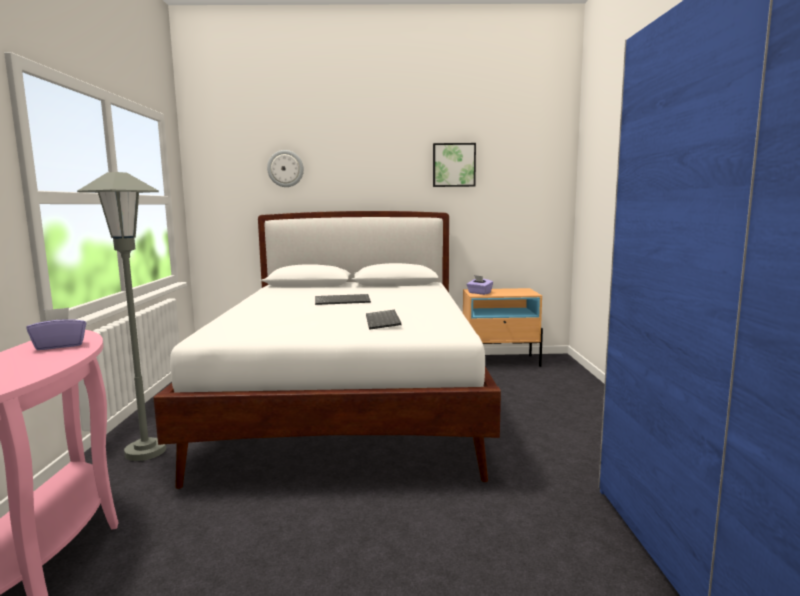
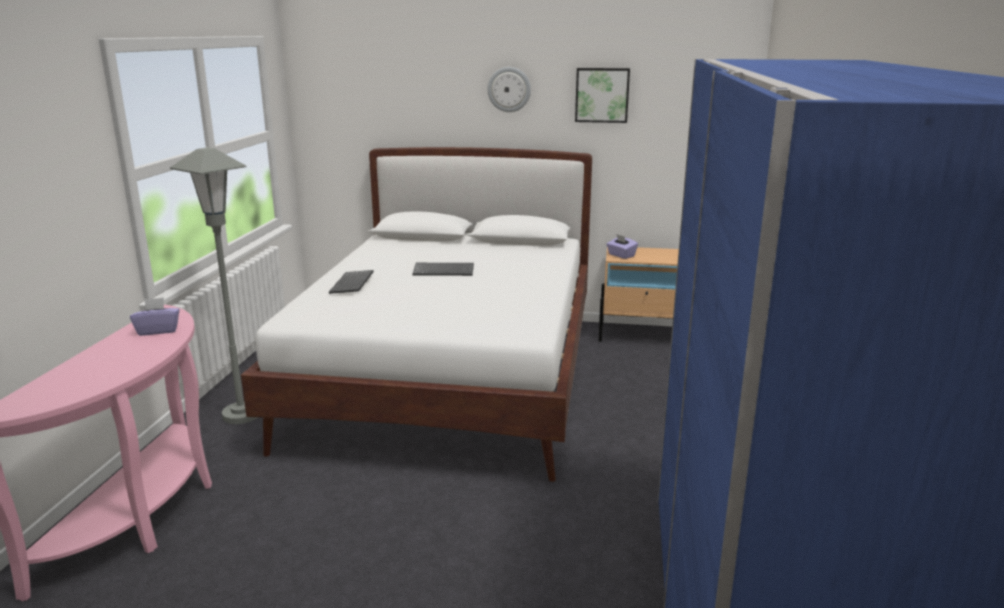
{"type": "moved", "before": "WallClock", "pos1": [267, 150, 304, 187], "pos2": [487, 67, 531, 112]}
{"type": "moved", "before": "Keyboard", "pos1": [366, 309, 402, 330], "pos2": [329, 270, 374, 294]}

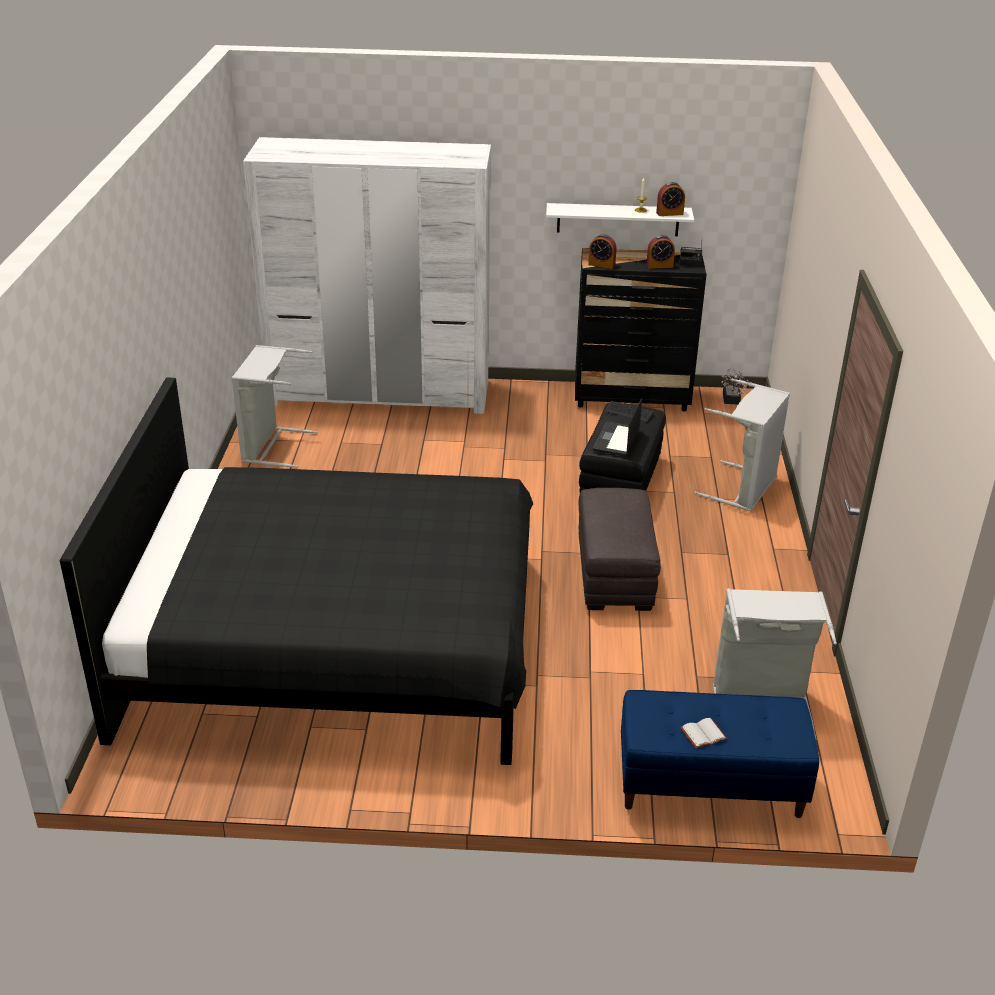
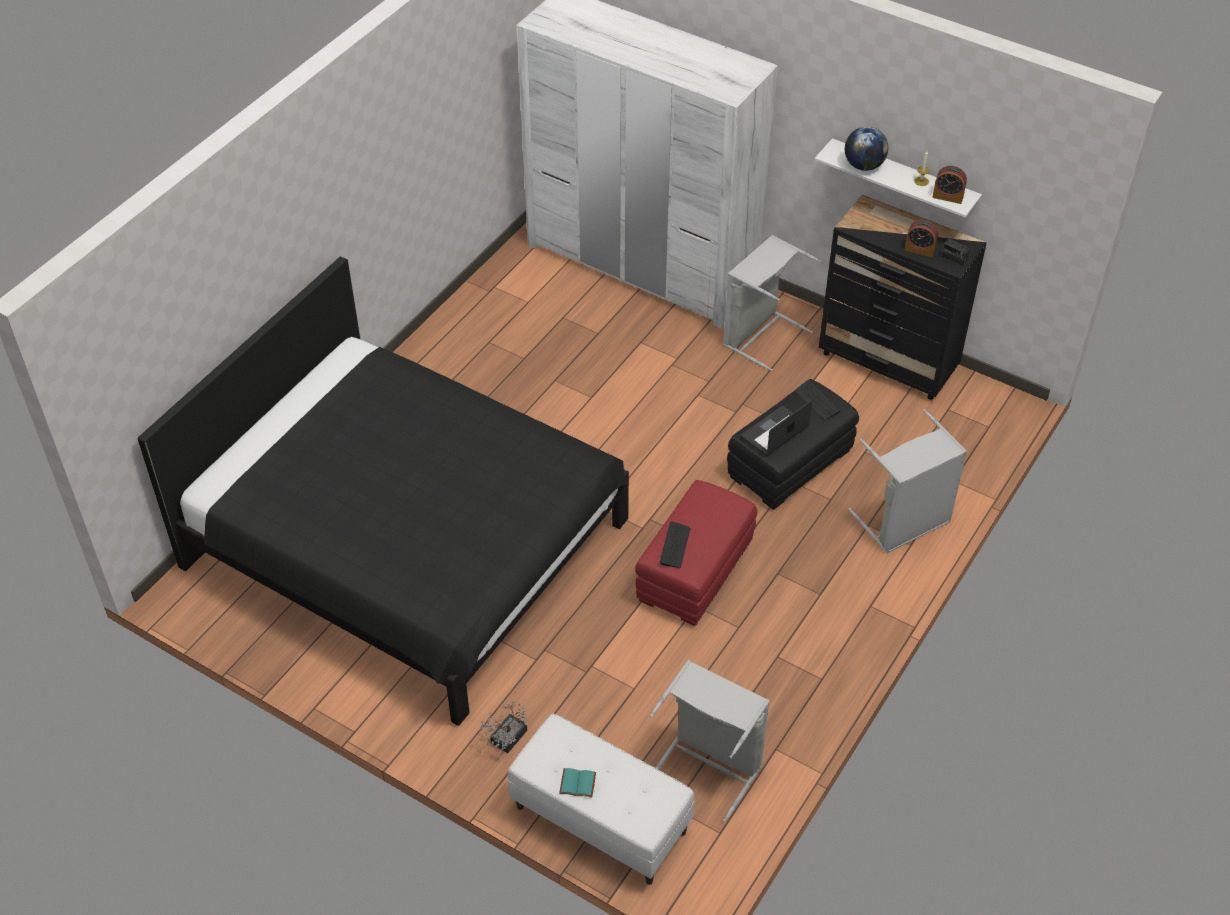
{"type": "removed", "before": "AlarmClock", "pos1": [588, 234, 617, 269]}
{"type": "moved", "before": "GreyLaundryBasket", "pos1": [232, 345, 318, 468], "pos2": [723, 235, 822, 371]}
{"type": "moved", "before": "PottedPlant", "pos1": [721, 368, 749, 405], "pos2": [480, 701, 527, 753]}
{"type": "recoloured", "before": "GreyOttoman", "after": "RedOttoman", "pos1": [579, 488, 661, 611], "pos2": [635, 480, 757, 626]}
{"type": "recoloured", "before": "BlueBench", "after": "WhiteBench", "pos1": [621, 690, 819, 818], "pos2": [508, 714, 694, 885]}
{"type": "recoloured", "before": "WhiteBook", "after": "TurquoiseBook", "pos1": [680, 718, 727, 749], "pos2": [559, 768, 596, 798]}
{"type": "added", "after": "Globe", "pos2": [845, 127, 888, 171]}
{"type": "added", "after": "Keyboard", "pos2": [660, 521, 690, 568]}

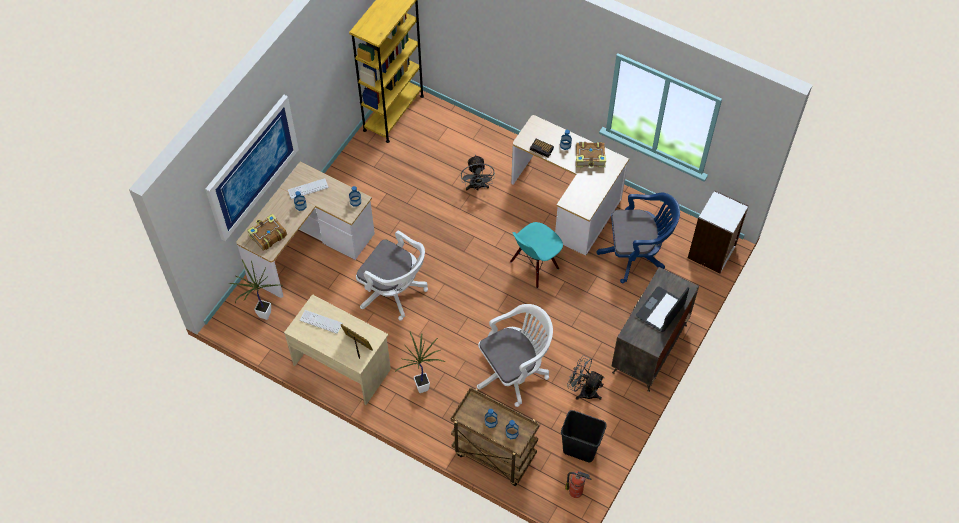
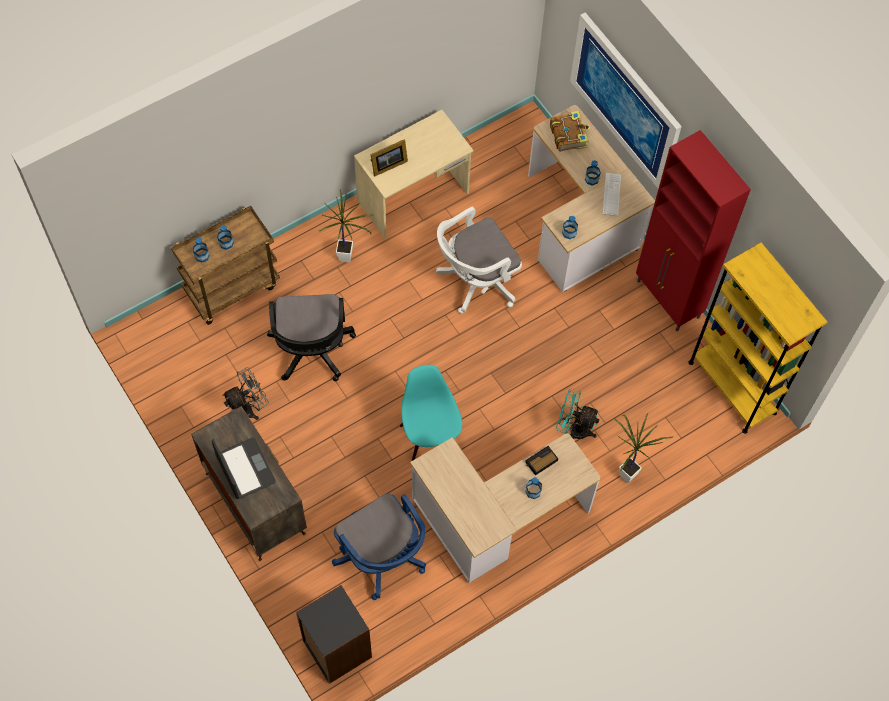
{"type": "removed", "before": "Book", "pos1": [576, 142, 606, 168]}
{"type": "recoloured", "before": "GreyFan", "after": "TurquoiseFan", "pos1": [461, 155, 495, 191], "pos2": [556, 389, 600, 439]}
{"type": "recoloured", "before": "WhiteBookcase", "after": "BlackBookcase", "pos1": [688, 190, 749, 273], "pos2": [296, 585, 372, 684]}
{"type": "turned", "before": "BlueOfficeChair", "pos1": [596, 193, 680, 283], "pos2": [332, 494, 426, 600], "turn": -60}
{"type": "moved", "before": "PottedPlant", "pos1": [229, 260, 283, 320], "pos2": [614, 413, 674, 483]}
{"type": "recoloured", "before": "WhiteOfficeChair", "after": "BlackOfficeChair", "pos1": [477, 304, 553, 407], "pos2": [267, 294, 356, 381]}
{"type": "removed", "before": "Keyboard", "pos1": [300, 310, 343, 334]}
{"type": "removed", "before": "BlackTrashCan", "pos1": [561, 410, 606, 462]}
{"type": "removed", "before": "FireExtinguisher", "pos1": [565, 471, 591, 498]}
{"type": "added", "after": "RedCabinet", "pos2": [636, 130, 751, 331]}

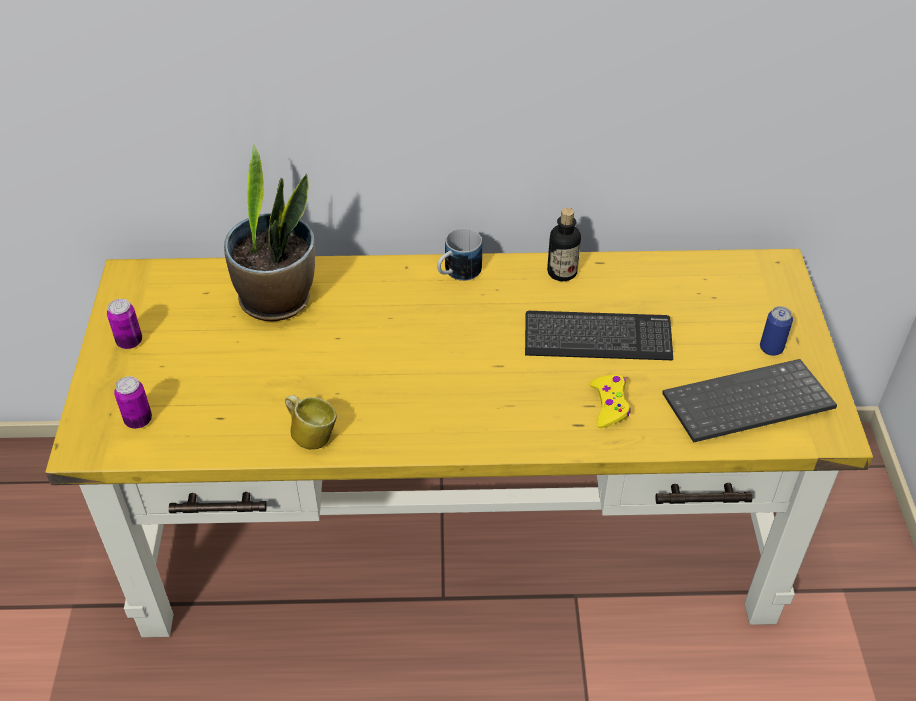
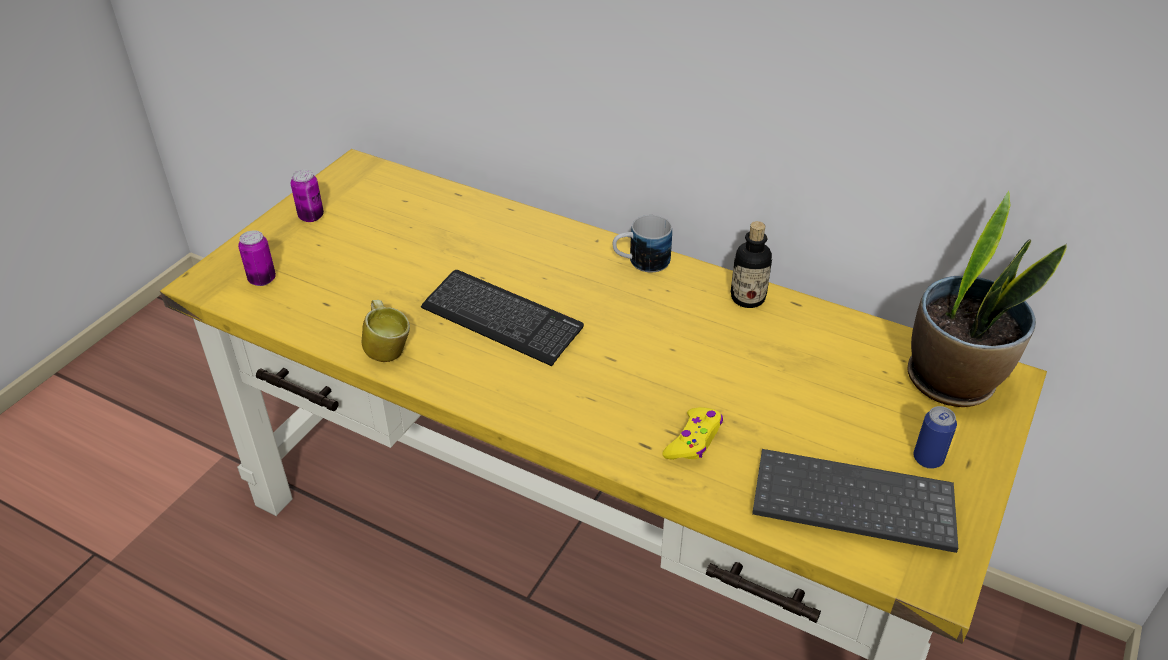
{"type": "moved", "before": "PottedPlant", "pos1": [224, 145, 315, 321], "pos2": [907, 191, 1067, 407]}
{"type": "moved", "before": "Keyboard", "pos1": [525, 311, 673, 360], "pos2": [421, 270, 584, 366]}

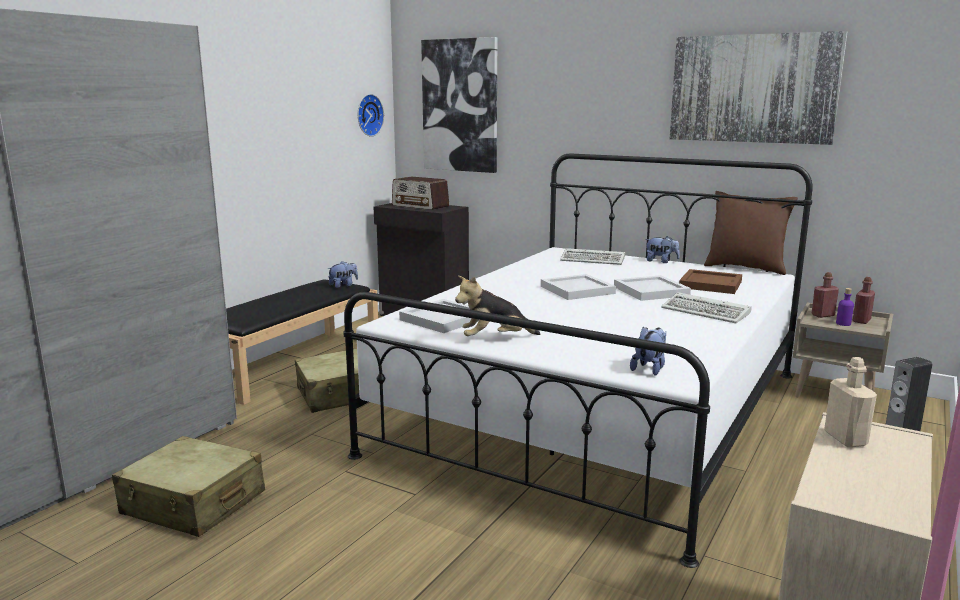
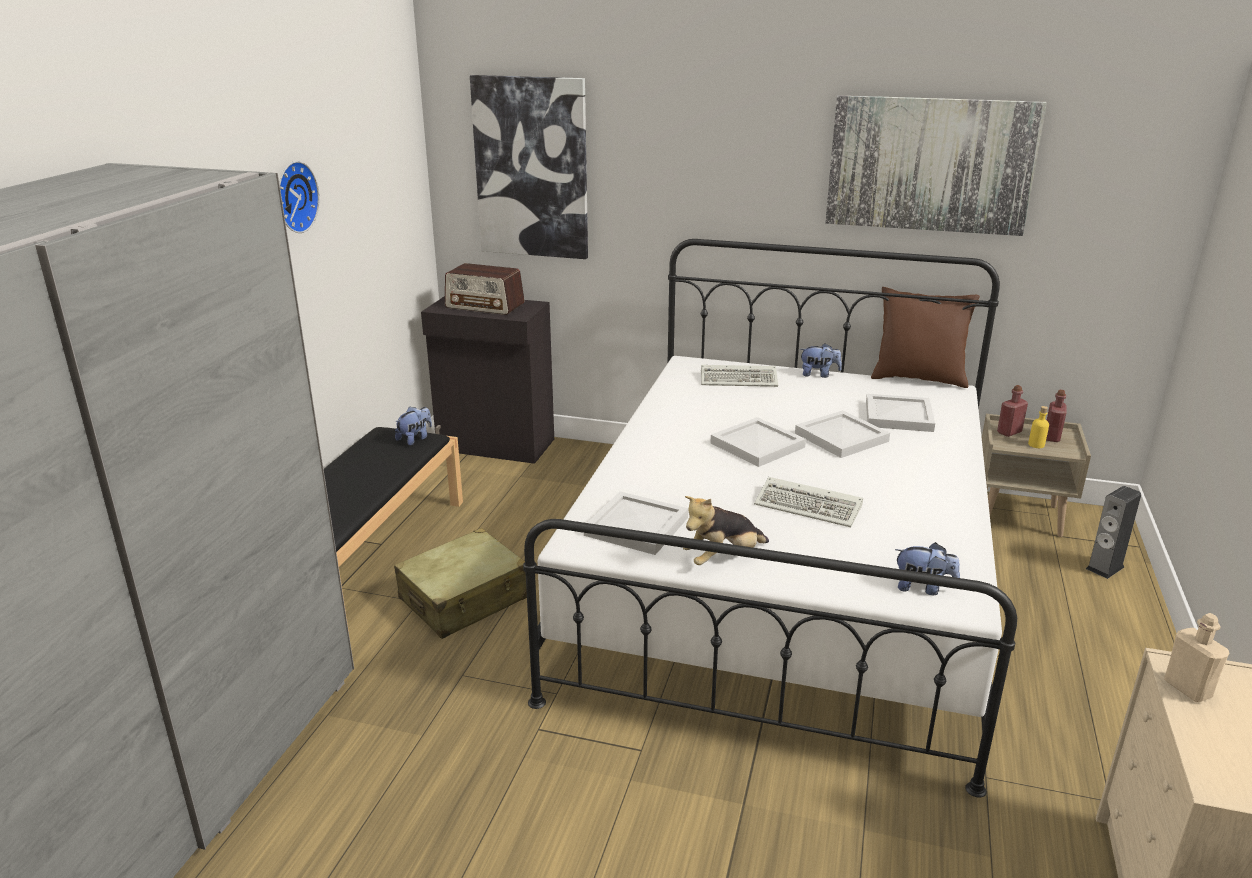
{"type": "moved", "before": "WallClock", "pos1": [358, 94, 384, 137], "pos2": [279, 161, 319, 233]}
{"type": "recoloured", "before": "BrownTray", "after": "WhiteTray", "pos1": [679, 269, 742, 294], "pos2": [866, 394, 935, 432]}
{"type": "recoloured", "before": "PurpleBottle", "after": "YellowBottle", "pos1": [836, 288, 854, 326], "pos2": [1028, 406, 1049, 448]}
{"type": "moved", "before": "Keyboard", "pos1": [661, 292, 751, 323], "pos2": [754, 477, 863, 527]}
{"type": "turned", "before": "PlushToy", "pos1": [630, 327, 666, 376], "pos2": [895, 542, 960, 595], "turn": 90}
{"type": "removed", "before": "BeigeSuitcase", "pos1": [112, 436, 265, 537]}

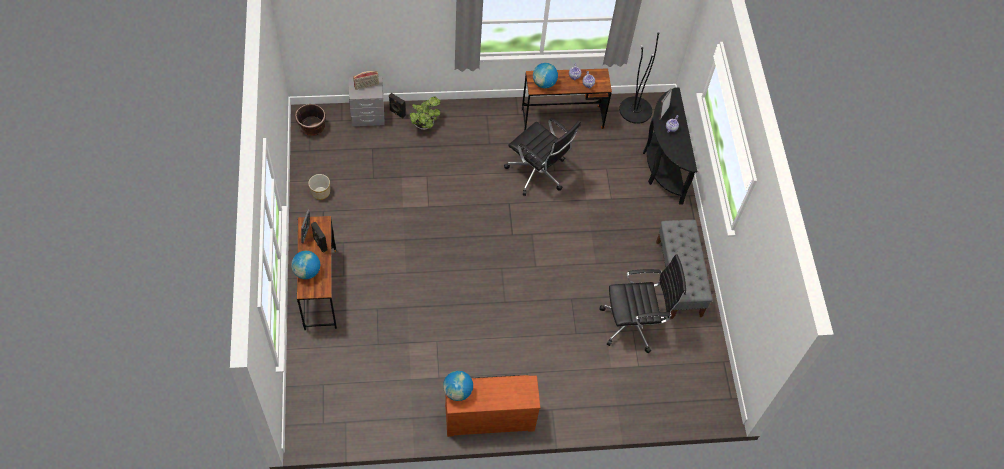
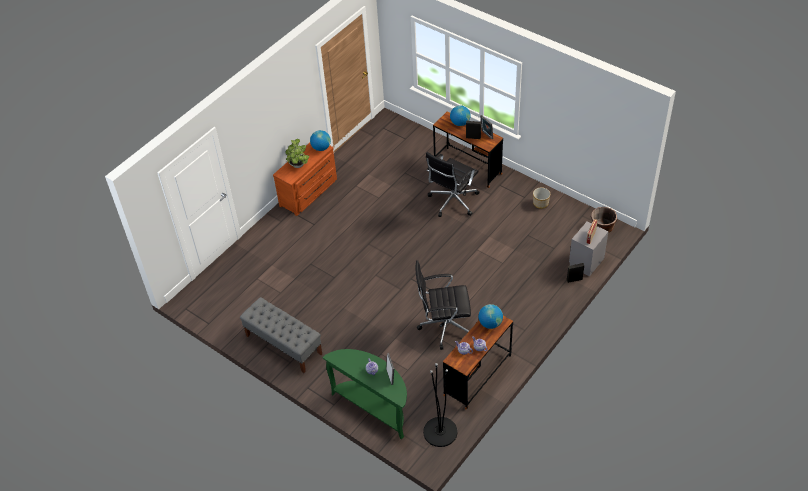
{"type": "recoloured", "before": "BlackConsoleTable", "after": "GreenConsoleTable", "pos1": [643, 87, 697, 205], "pos2": [323, 349, 407, 440]}
{"type": "moved", "before": "PottedPlant", "pos1": [410, 97, 441, 130], "pos2": [285, 139, 309, 168]}
{"type": "moved", "before": "BlackOfficeChair", "pos1": [599, 254, 686, 353], "pos2": [426, 152, 480, 217]}

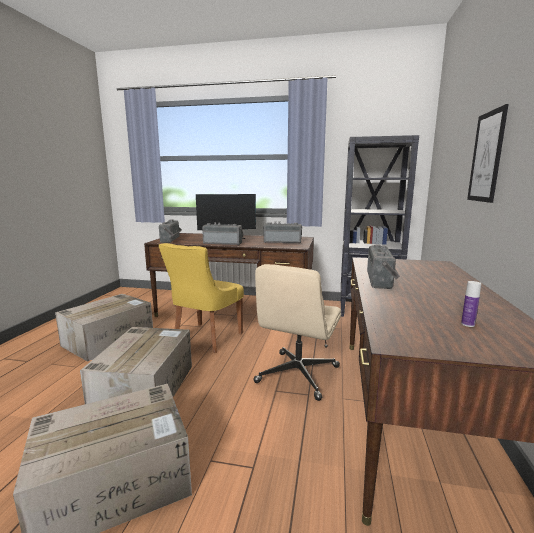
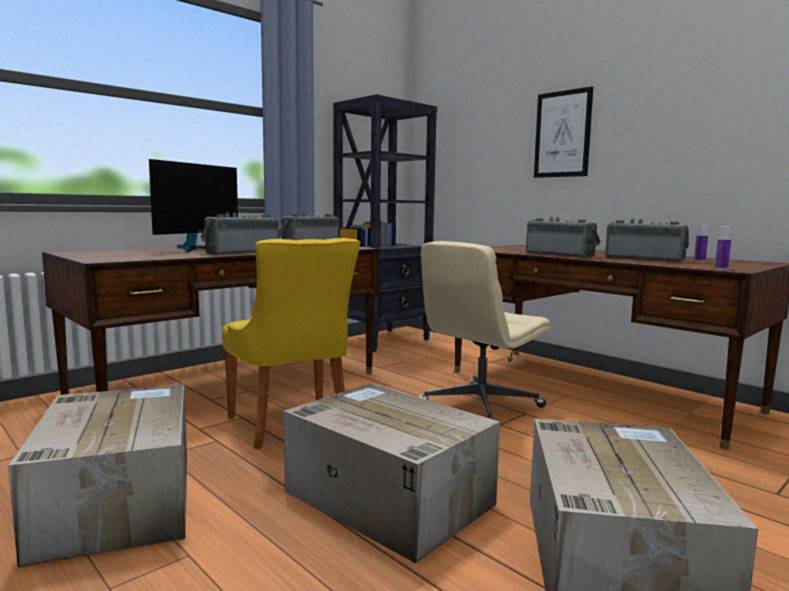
{"type": "moved", "before": "Radio", "pos1": [159, 219, 182, 243], "pos2": [605, 219, 689, 262]}
{"type": "turned", "before": "BeigeOfficeChair", "pos1": [253, 264, 341, 401], "pos2": [418, 241, 551, 420], "turn": 75}
{"type": "added", "after": "Bottle", "pos2": [715, 227, 732, 270]}

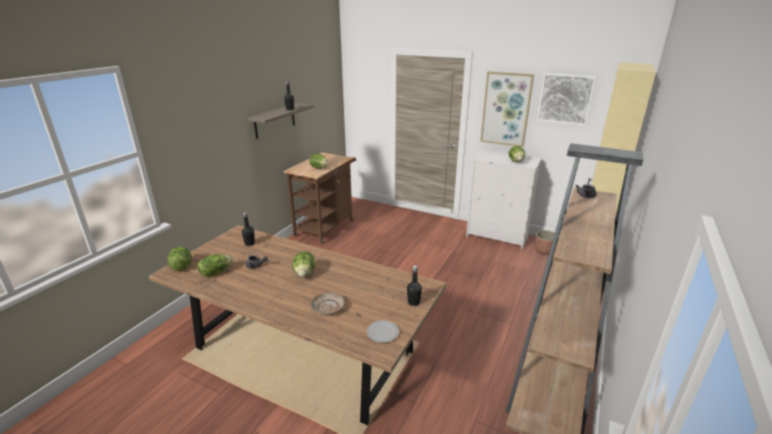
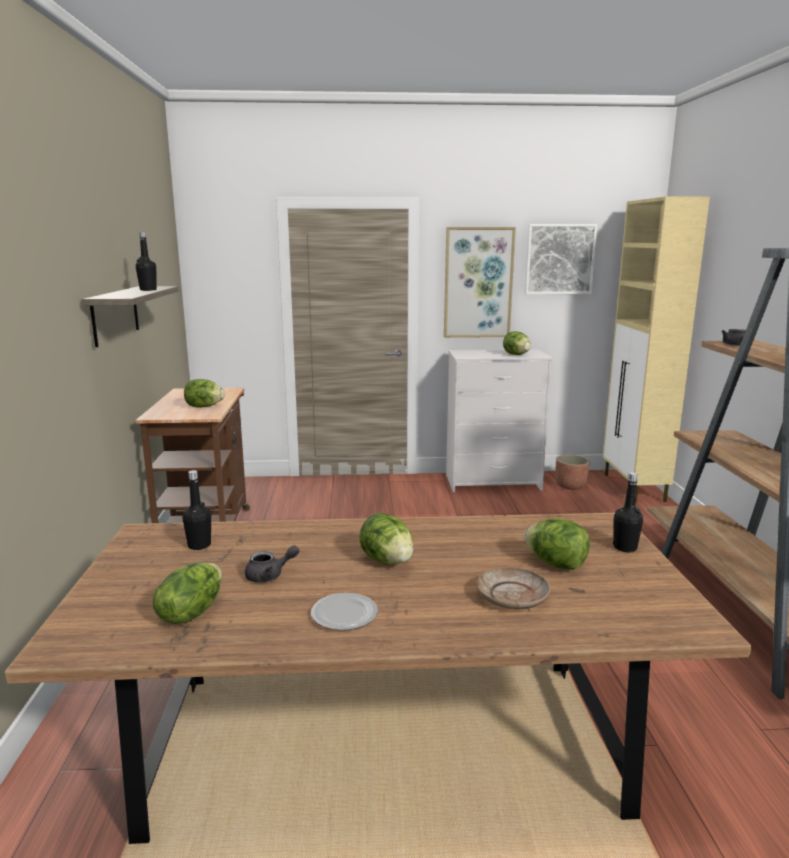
{"type": "moved", "before": "Lettuce", "pos1": [168, 247, 192, 271], "pos2": [524, 518, 590, 570]}
{"type": "moved", "before": "Plate", "pos1": [367, 320, 399, 343], "pos2": [311, 593, 378, 630]}

